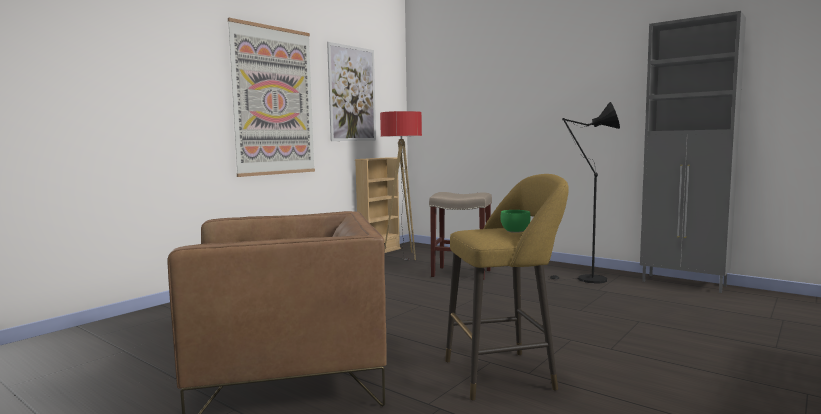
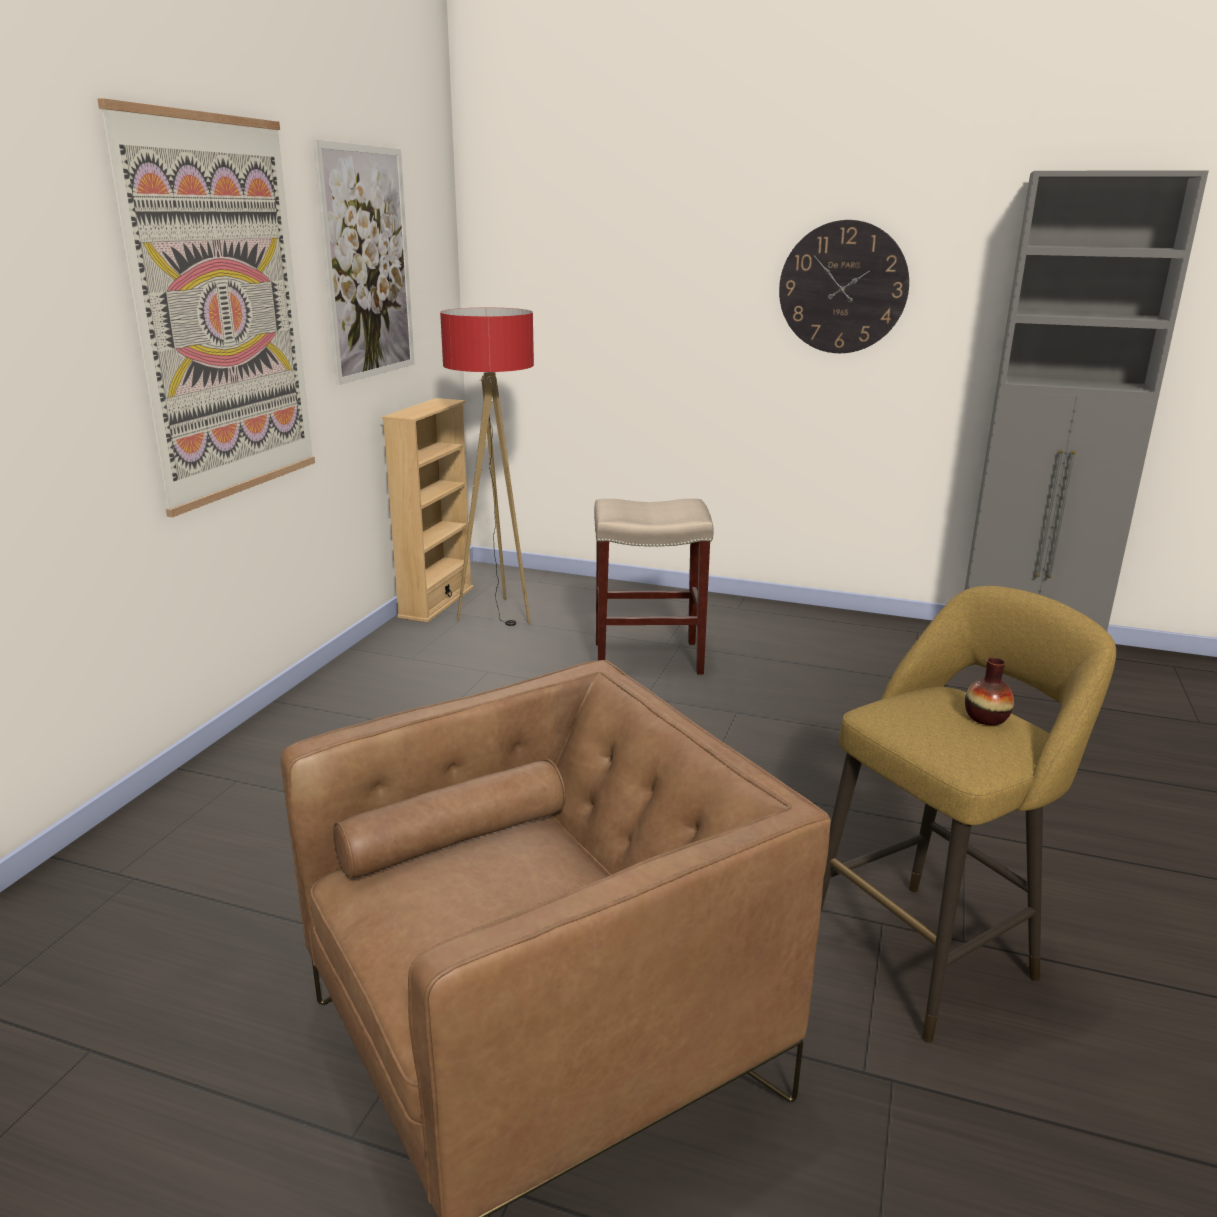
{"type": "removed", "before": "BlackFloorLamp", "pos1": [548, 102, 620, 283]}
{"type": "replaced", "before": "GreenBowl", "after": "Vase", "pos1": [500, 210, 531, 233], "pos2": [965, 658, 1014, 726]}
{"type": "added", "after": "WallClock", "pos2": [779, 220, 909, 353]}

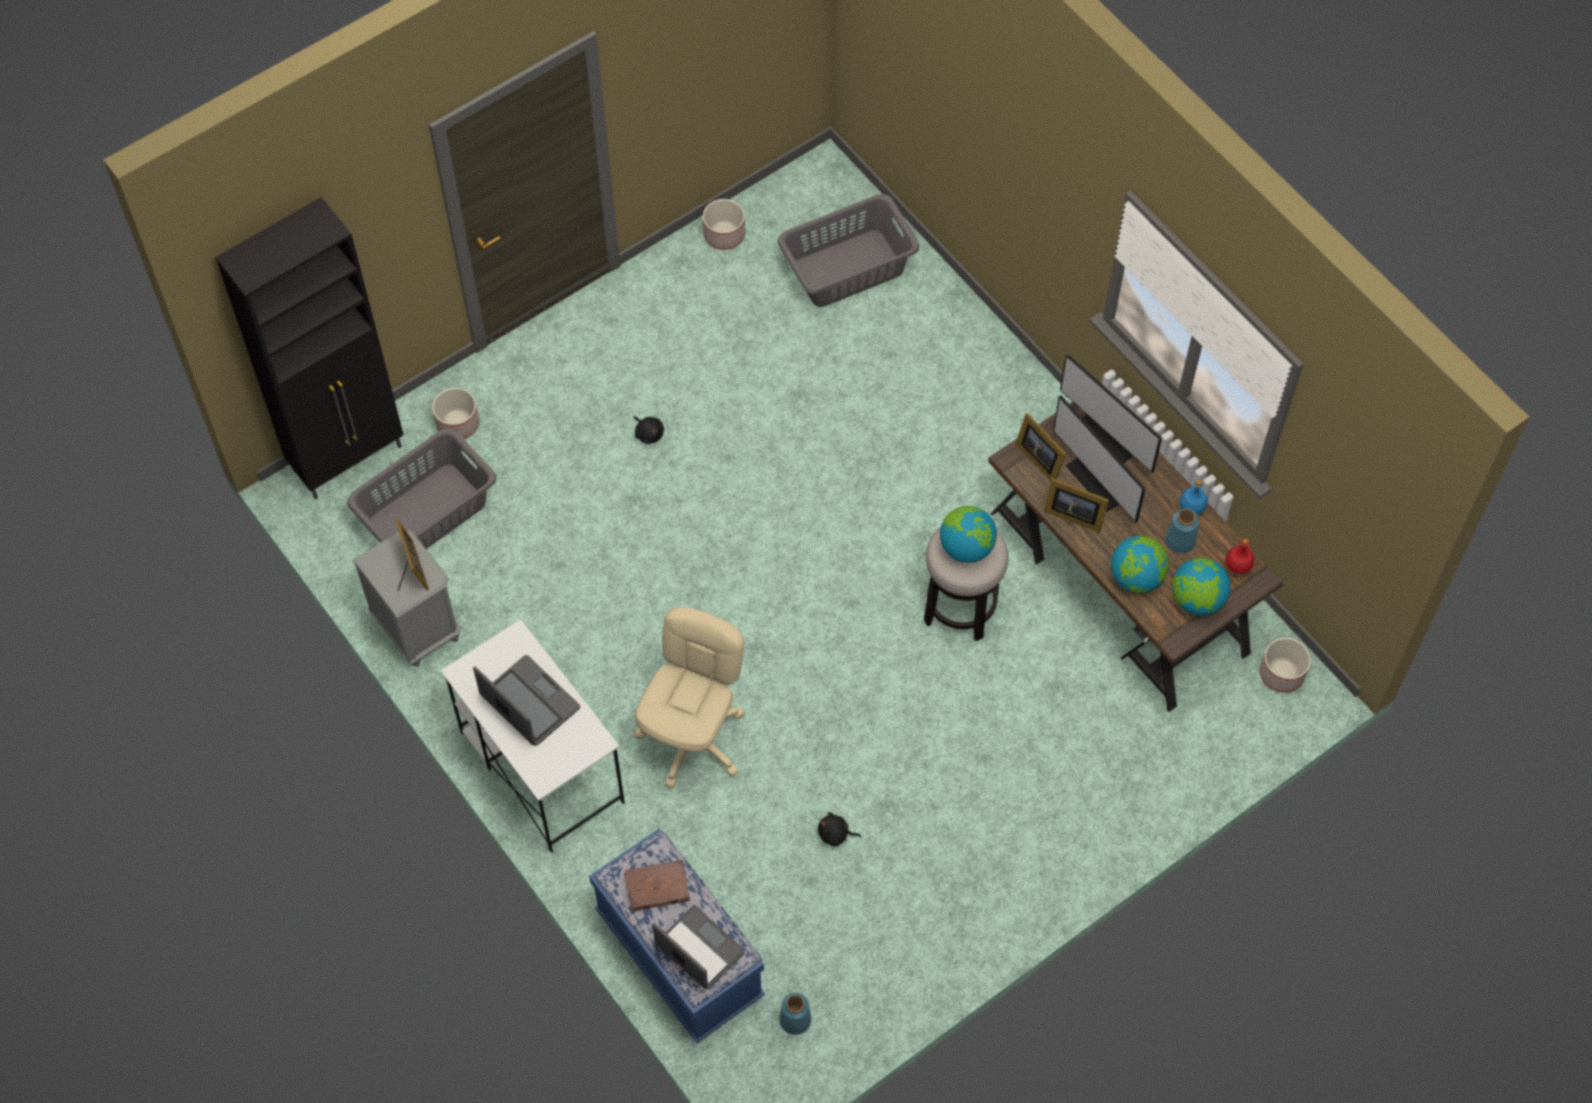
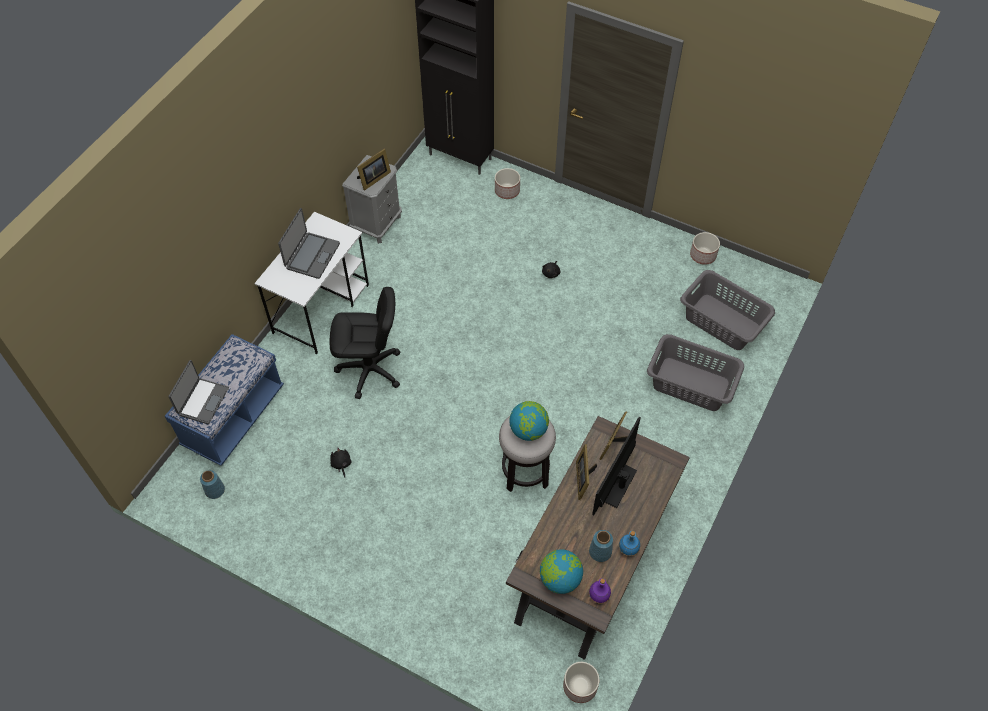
{"type": "removed", "before": "Monitor", "pos1": [1060, 354, 1162, 473]}
{"type": "moved", "before": "GreyLaundryBasket", "pos1": [348, 429, 496, 549], "pos2": [647, 334, 744, 411]}
{"type": "removed", "before": "Globe", "pos1": [1111, 536, 1169, 593]}
{"type": "recoloured", "before": "RedBottle", "after": "PurpleBottle", "pos1": [1225, 538, 1254, 575], "pos2": [589, 578, 611, 604]}
{"type": "recoloured", "before": "BeigeOfficeChair", "after": "BlackOfficeChair", "pos1": [634, 607, 745, 788], "pos2": [330, 287, 400, 399]}
{"type": "removed", "before": "BrownBook", "pos1": [624, 860, 690, 911]}

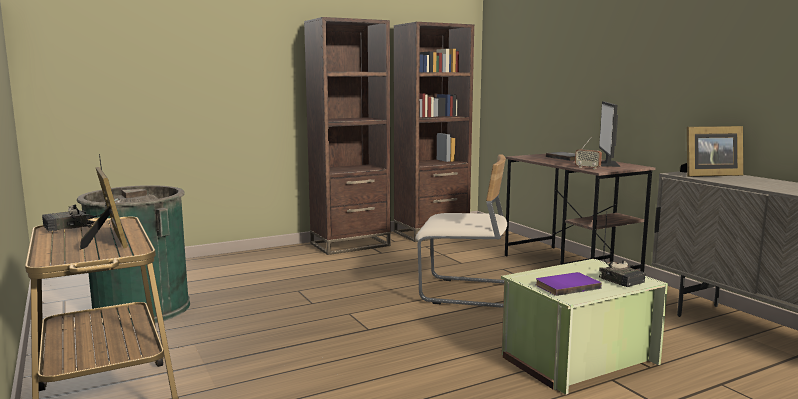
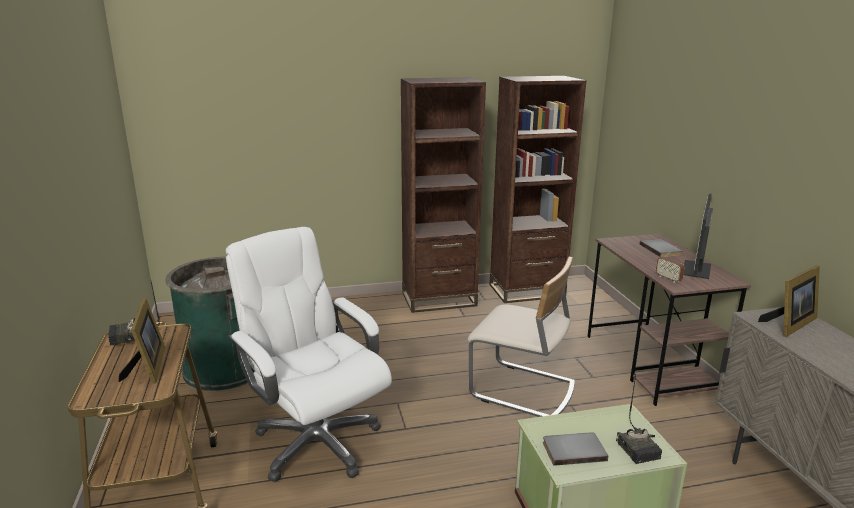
{"type": "turned", "before": "PictureFrame", "pos1": [680, 126, 743, 177], "pos2": [758, 265, 820, 337], "turn": -45}
{"type": "recoloured", "before": "PurpleBook", "after": "GreyBook", "pos1": [536, 272, 602, 296], "pos2": [543, 432, 608, 466]}
{"type": "added", "after": "WhiteOfficeChair", "pos2": [226, 227, 392, 482]}

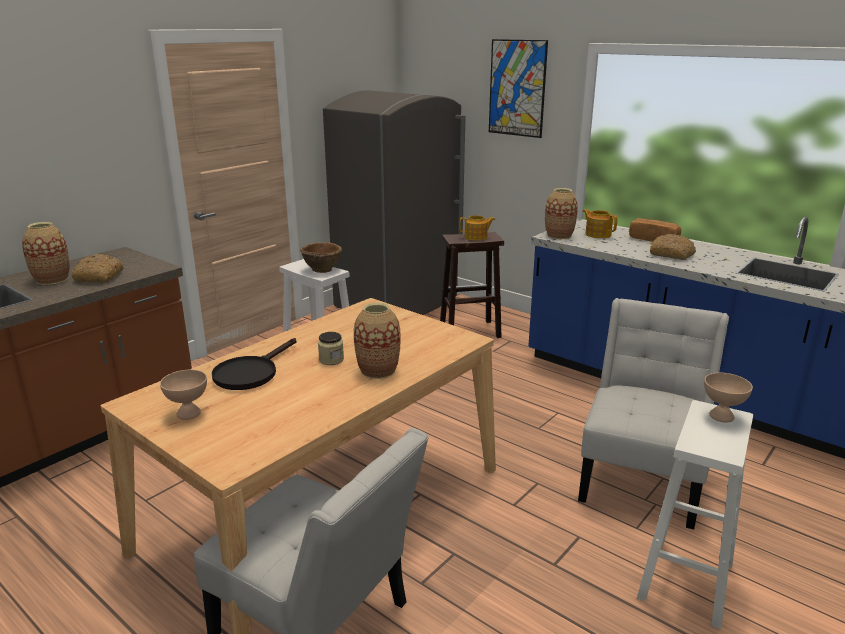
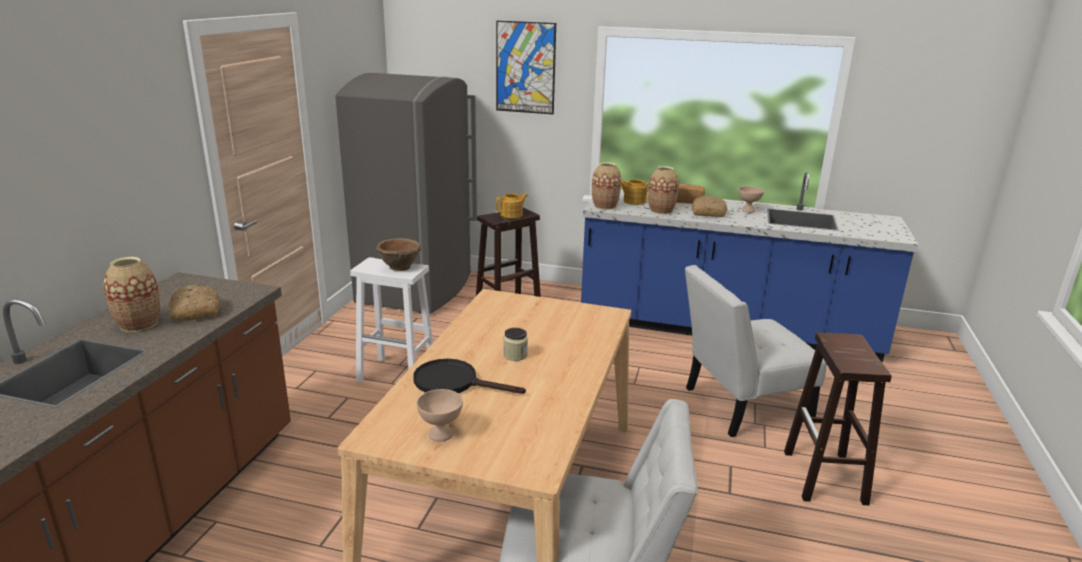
{"type": "turned", "before": "WhiteChair", "pos1": [578, 298, 729, 530], "pos2": [685, 265, 827, 437], "turn": -105}
{"type": "moved", "before": "Vase", "pos1": [354, 303, 401, 379], "pos2": [648, 166, 679, 214]}
{"type": "turned", "before": "BlackFryingPan", "pos1": [212, 338, 296, 390], "pos2": [413, 359, 526, 394], "turn": 105}
{"type": "moved", "before": "BeigeBowl", "pos1": [704, 373, 753, 422], "pos2": [738, 186, 764, 213]}
{"type": "recoloured", "before": "WhiteStool", "after": "BrownStool", "pos1": [637, 400, 753, 629], "pos2": [784, 332, 892, 505]}

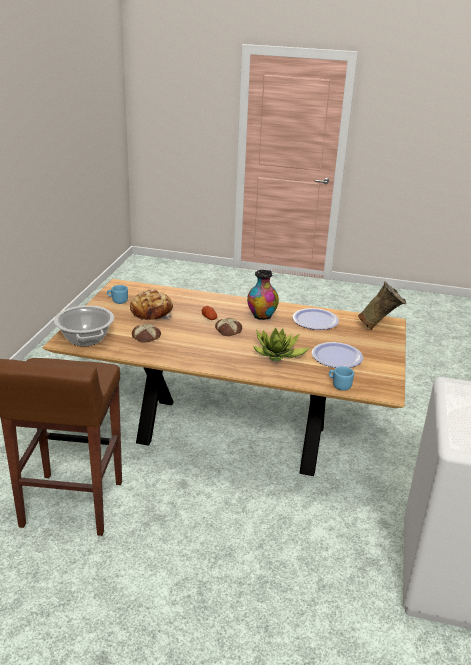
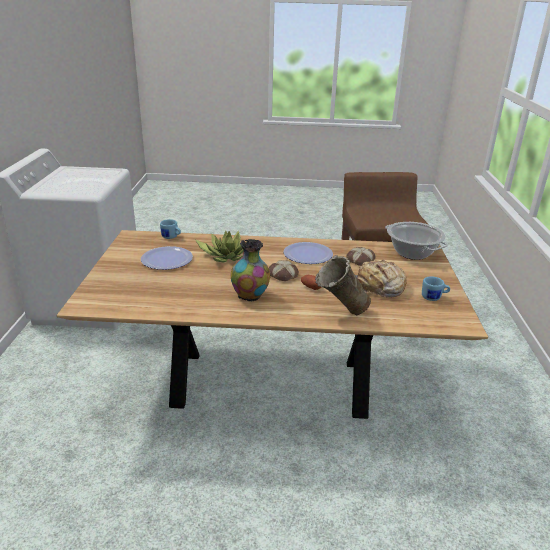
{"type": "moved", "before": "BeigeVase", "pos1": [358, 281, 406, 330], "pos2": [315, 255, 371, 315]}
{"type": "moved", "before": "Plate", "pos1": [292, 308, 339, 330], "pos2": [283, 242, 333, 264]}

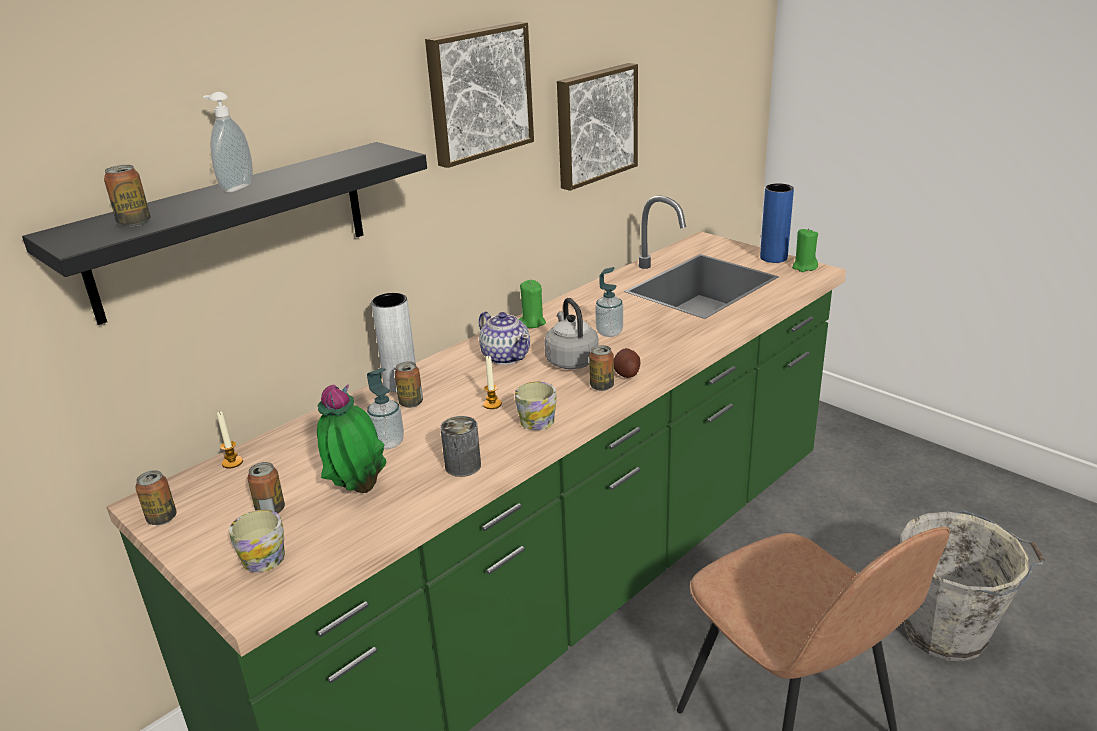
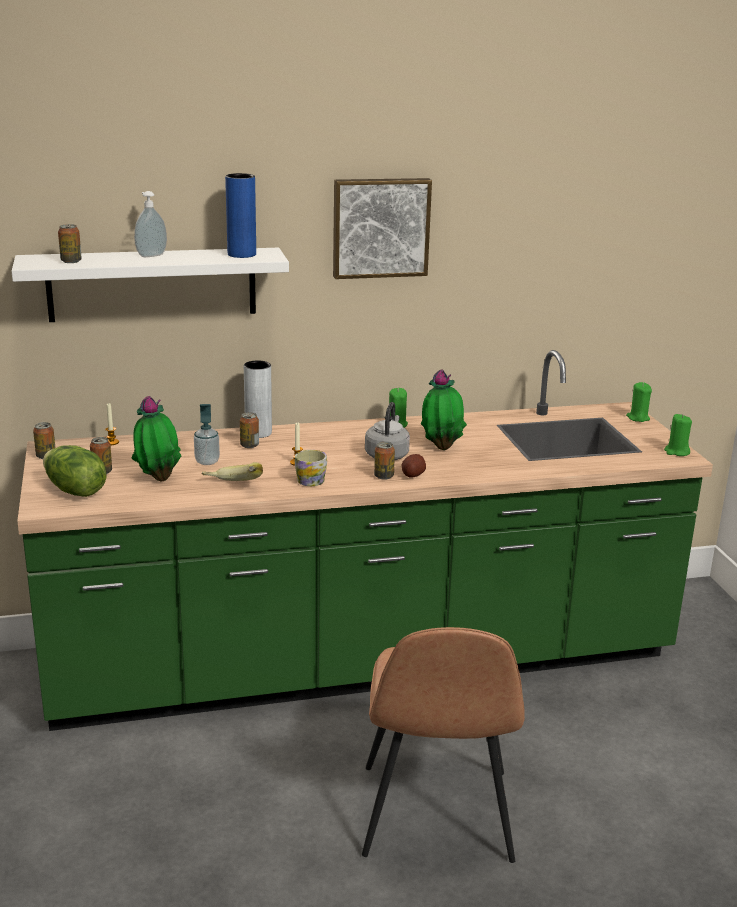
{"type": "removed", "before": "Picture", "pos1": [557, 63, 638, 191]}
{"type": "recoloured", "before": "BlackShelf", "after": "WhiteShelf", "pos1": [22, 142, 427, 325], "pos2": [12, 248, 289, 322]}
{"type": "moved", "before": "BlueVase", "pos1": [760, 183, 794, 263], "pos2": [225, 173, 256, 258]}
{"type": "replaced", "before": "SoapDispenser", "after": "PottedPlant", "pos1": [595, 267, 623, 337], "pos2": [421, 369, 467, 450]}
{"type": "removed", "before": "Teapot", "pos1": [479, 312, 530, 365]}
{"type": "replaced", "before": "Can", "after": "Banana", "pos1": [440, 416, 481, 477], "pos2": [201, 462, 263, 481]}
{"type": "replaced", "before": "Mug", "after": "Lettuce", "pos1": [229, 510, 285, 572], "pos2": [43, 445, 106, 497]}
{"type": "removed", "before": "GreyBucket", "pos1": [900, 510, 1045, 661]}
{"type": "added", "after": "GreenCandle", "pos2": [626, 382, 652, 422]}

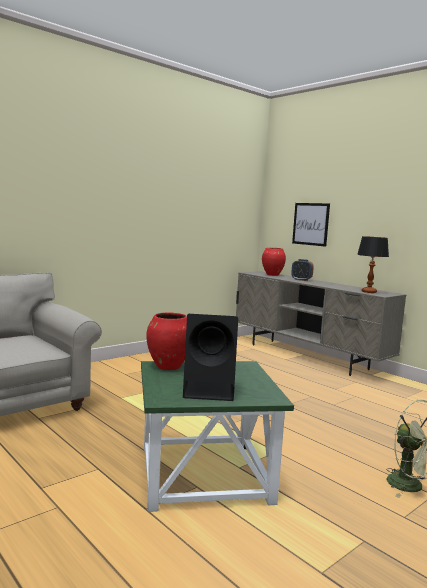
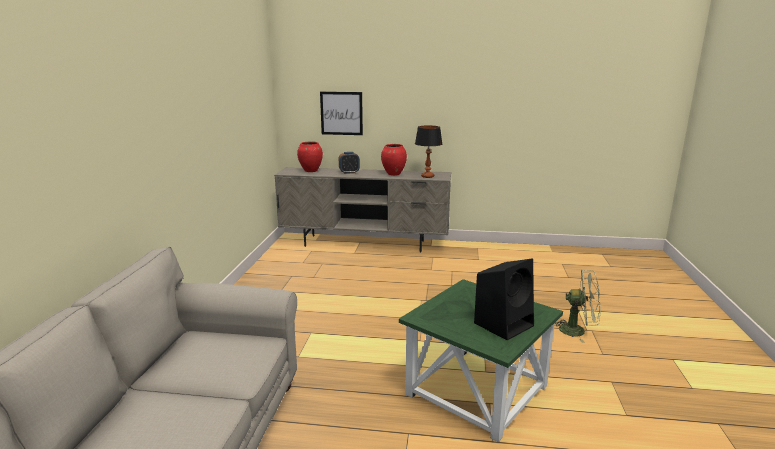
{"type": "moved", "before": "RedVase", "pos1": [146, 312, 187, 370], "pos2": [381, 144, 407, 175]}

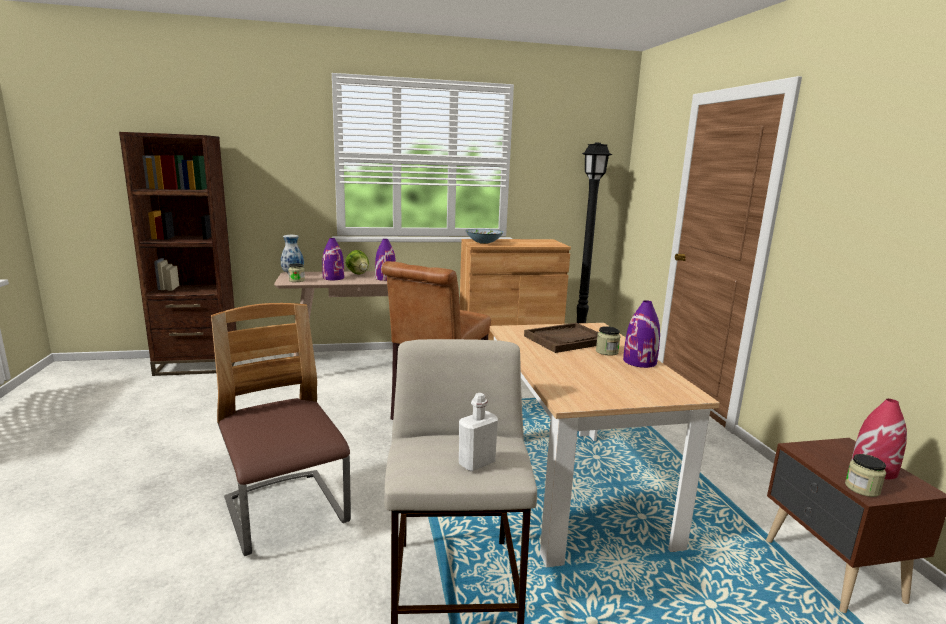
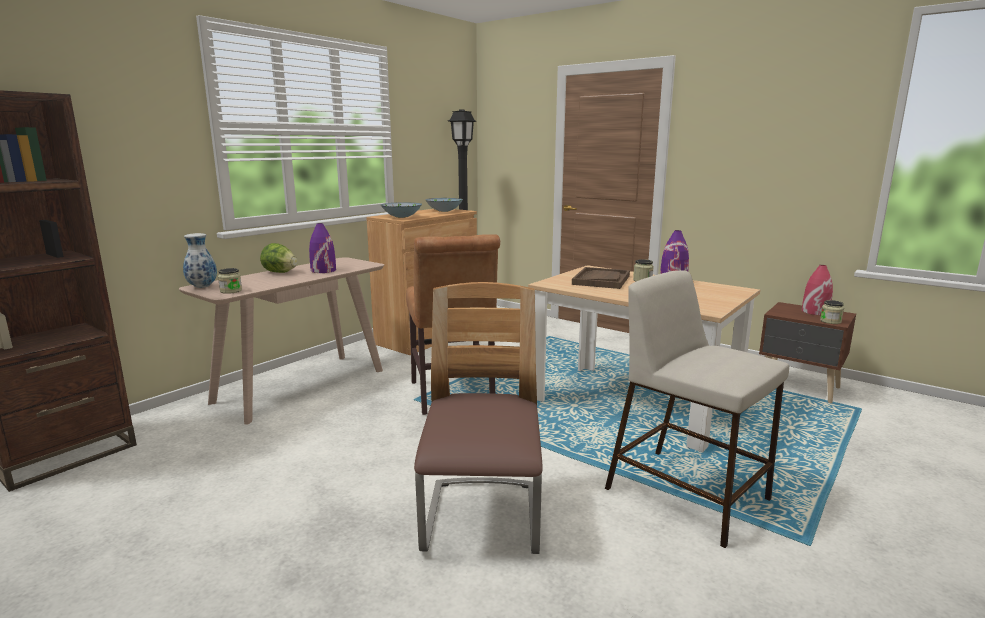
{"type": "removed", "before": "PurpleVase", "pos1": [322, 238, 344, 280]}
{"type": "turned", "before": "Chair", "pos1": [211, 303, 351, 556], "pos2": [414, 282, 543, 554], "turn": 75}
{"type": "removed", "before": "WhiteBottle", "pos1": [459, 393, 498, 472]}
{"type": "added", "after": "Bowl", "pos2": [425, 198, 463, 212]}

